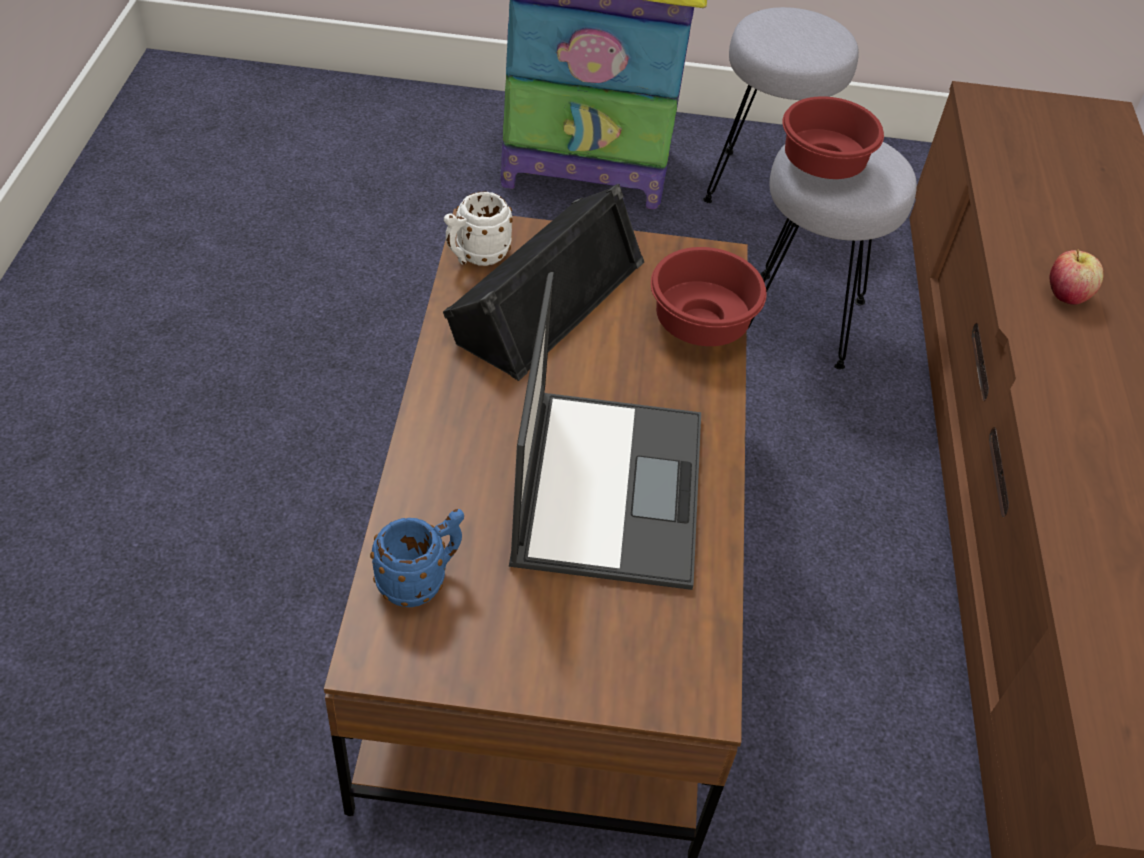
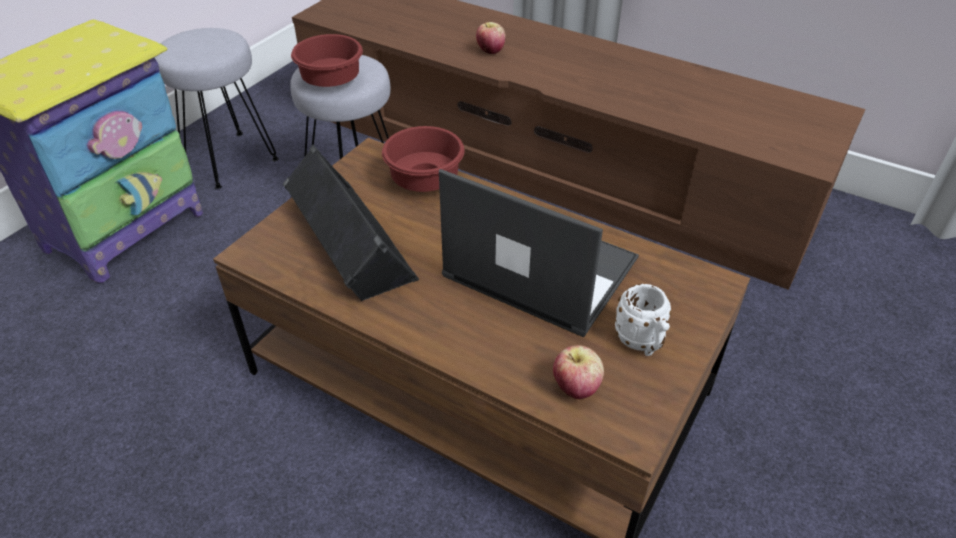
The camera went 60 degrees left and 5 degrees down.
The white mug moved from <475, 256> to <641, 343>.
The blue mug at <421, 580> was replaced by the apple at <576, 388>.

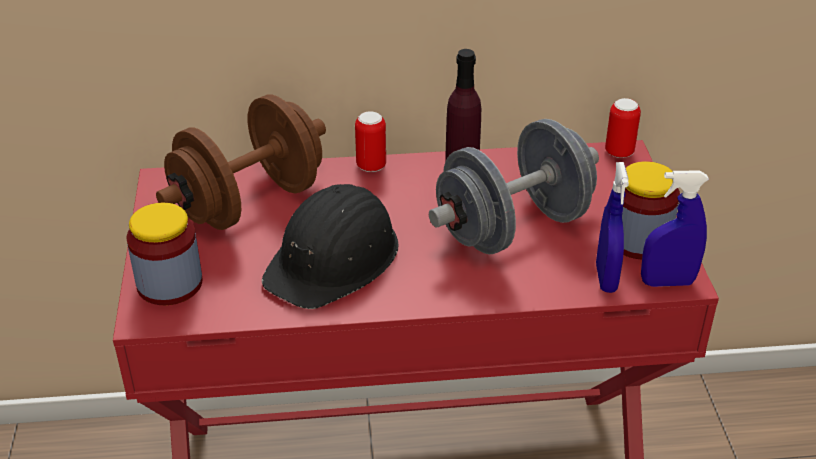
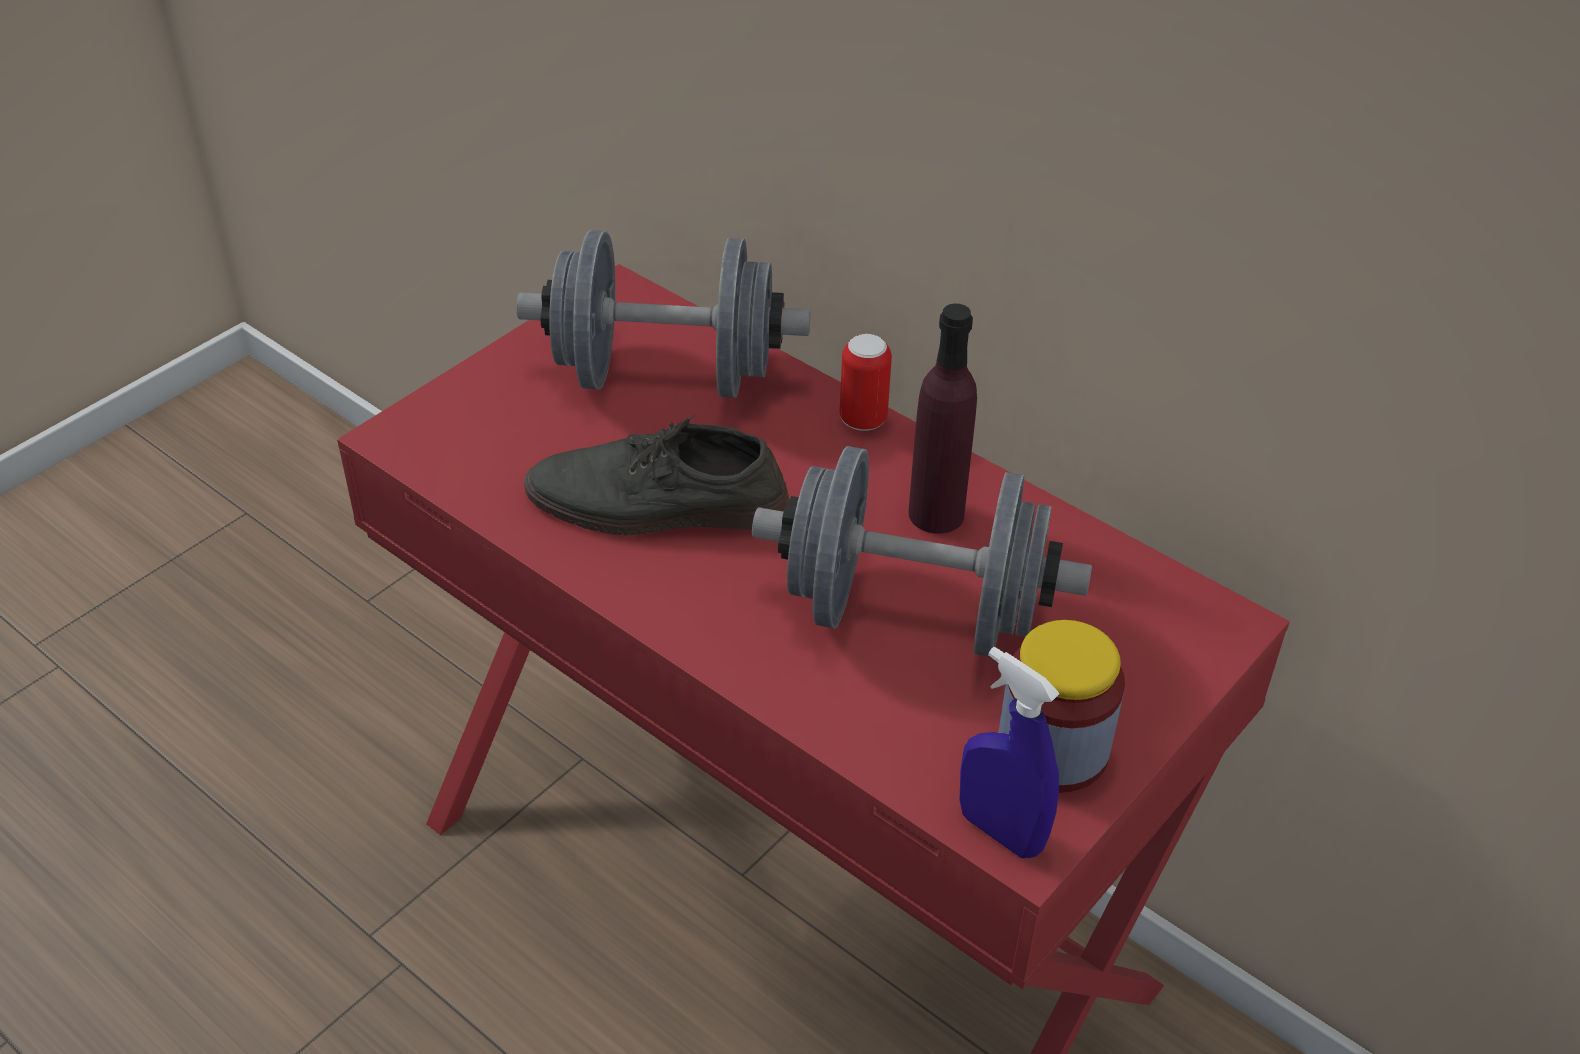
The camera went 45 degrees right and 5 degrees up.
The brown dumbbell at <249, 203> became the grey dumbbell at <666, 376>.
The can at <619, 152> disappeared.
The blue spray bottle at <606, 278> disappeared.
The black hard hat at <334, 259> was replaced by the grey shoe at <656, 504>.
The jar at <170, 284> disappeared.

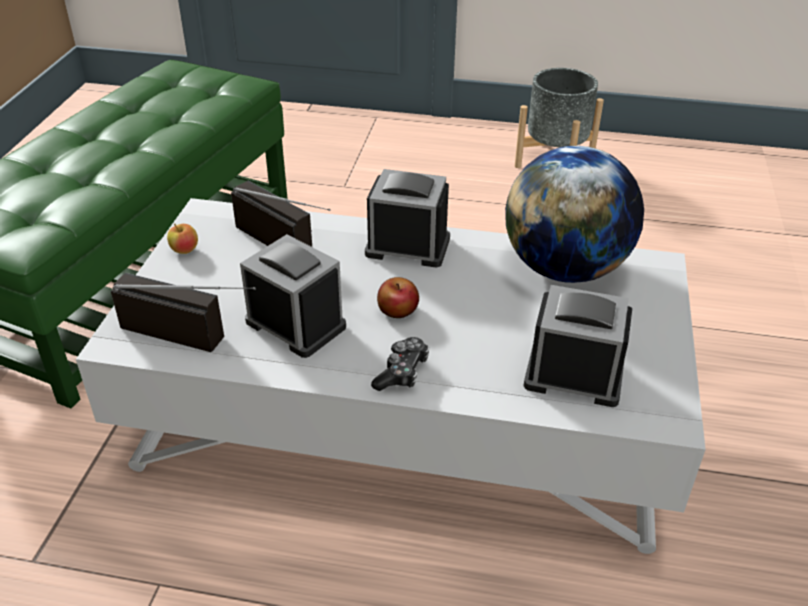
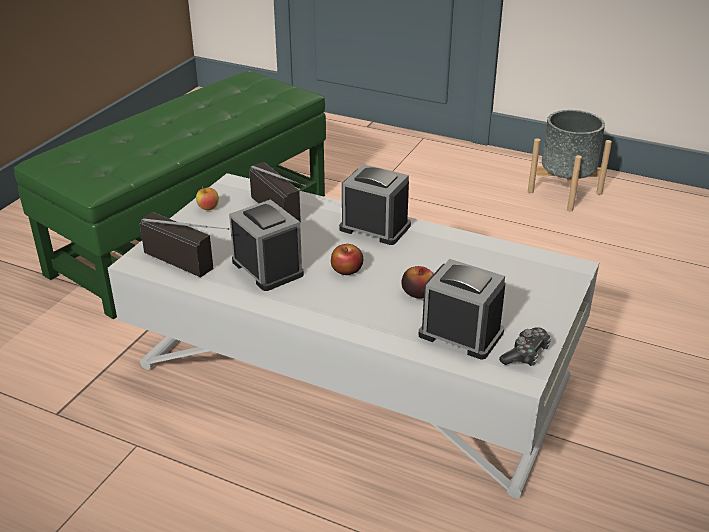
The camera went 15 degrees right and 5 degrees down.
The globe at <565, 269> disappeared.
The game controller moved from <402, 372> to <525, 354>.
The apple at <418, 292> appeared.

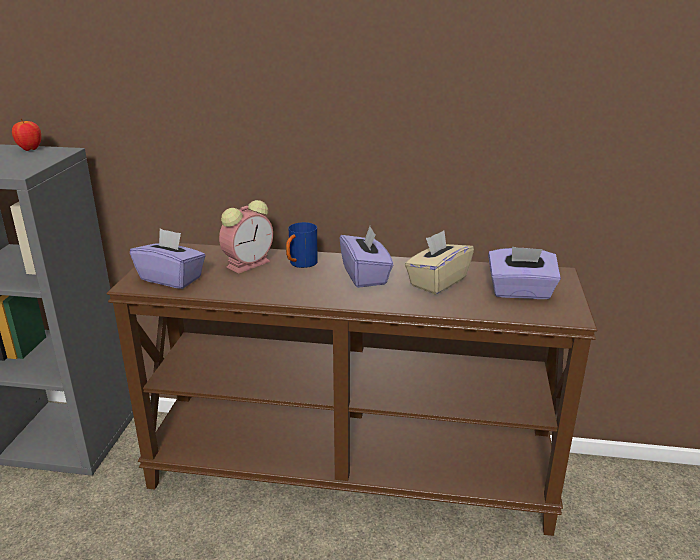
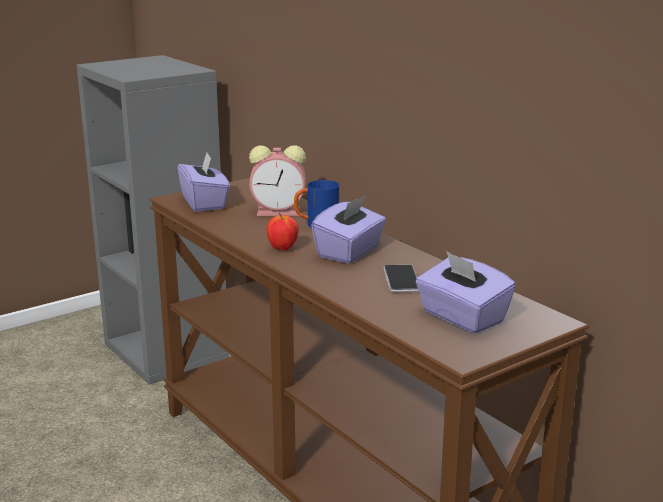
The camera went 45 degrees right and 5 degrees down.
The apple moved from <30, 149> to <282, 248>.
The beige tissue box at <437, 282> was replaced by the phone at <401, 279>.

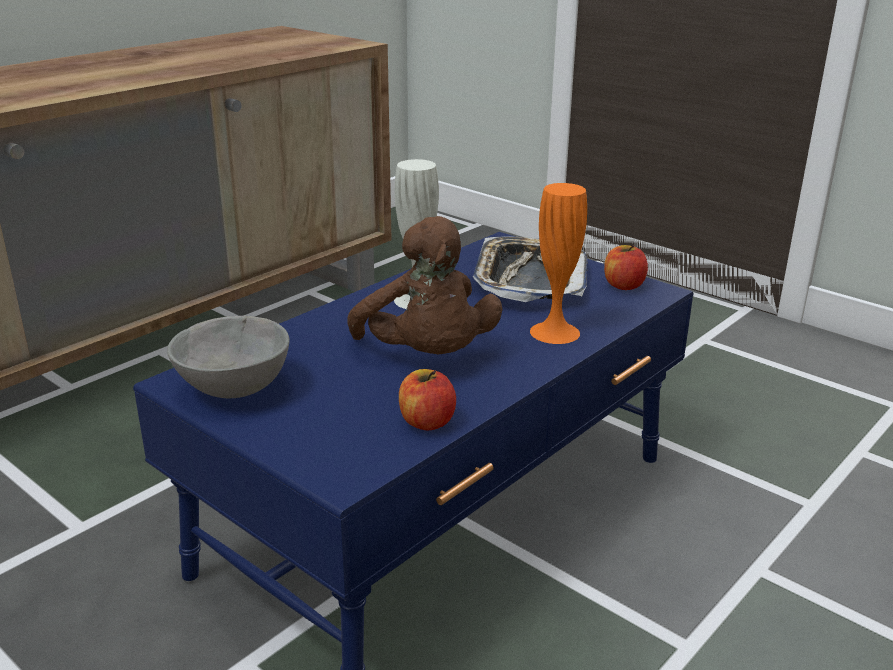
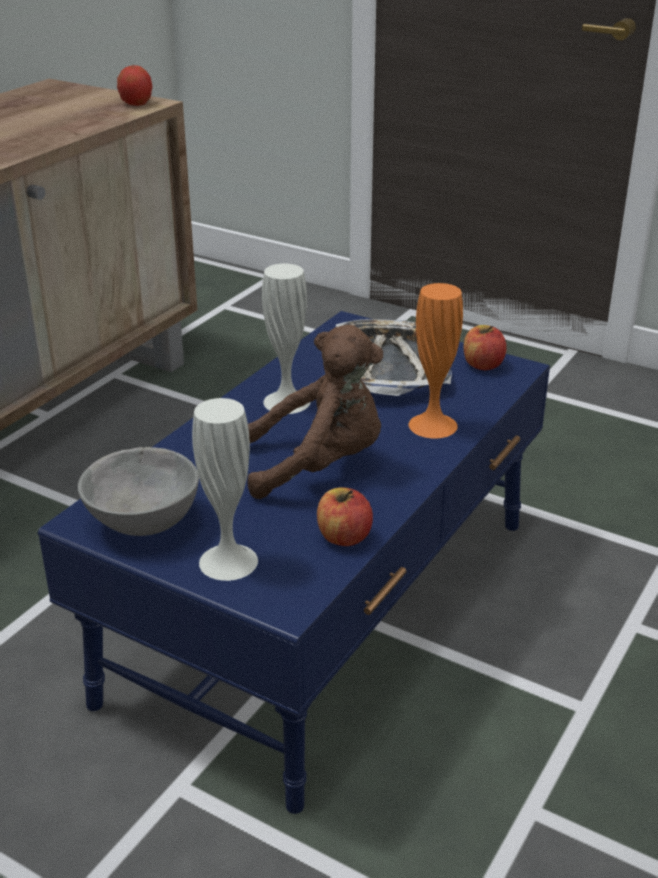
The camera went 10 degrees left and 5 degrees up.
The brown plush toy at <427, 356> turned 60 degrees counterclockwise.
The apple at <136, 104> appeared.
The white vase at <228, 561> appeared.

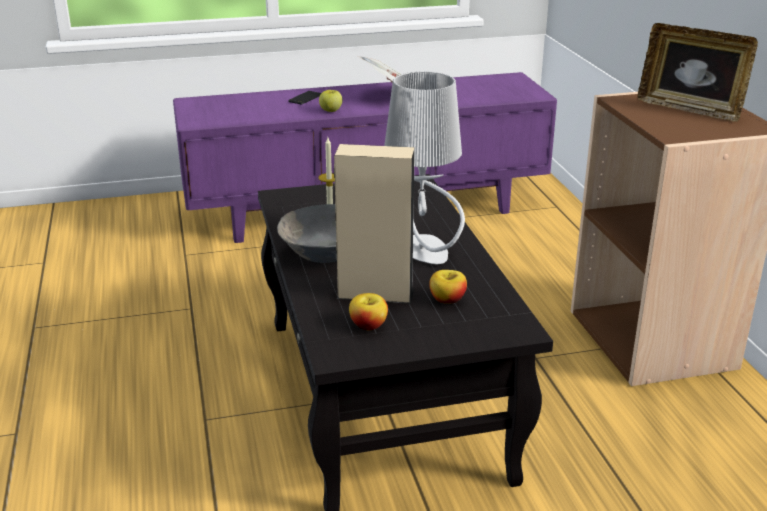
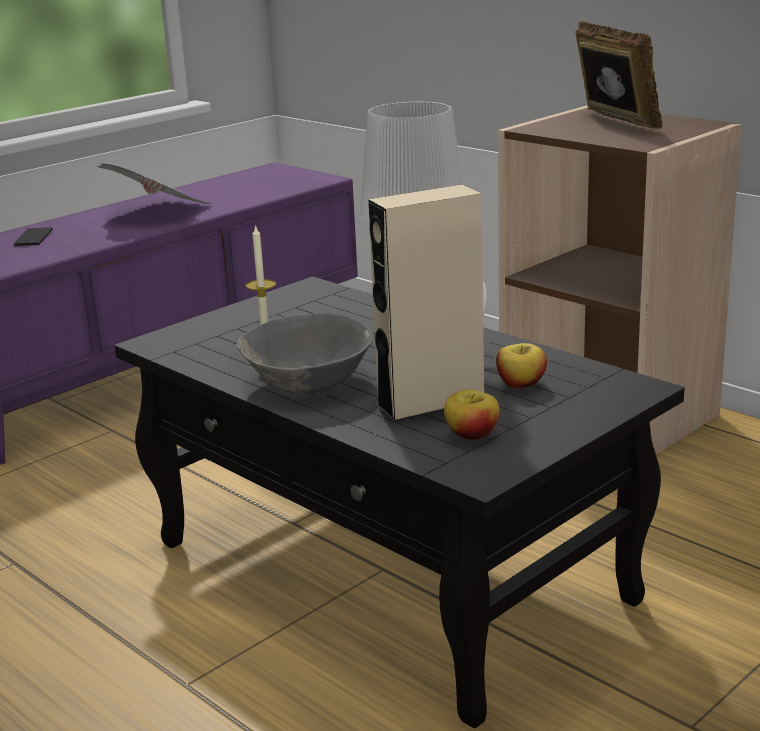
The camera went 30 degrees left and 5 degrees down.
The picture frame at <690, 109> turned 120 degrees counterclockwise.
The apple at <331, 111> disappeared.

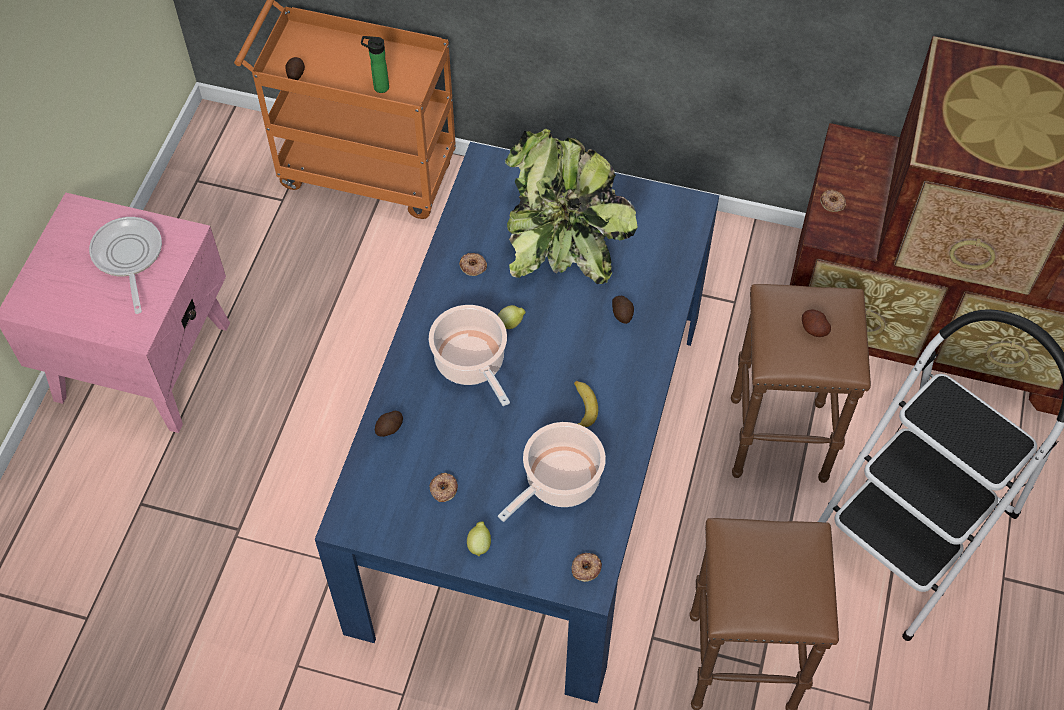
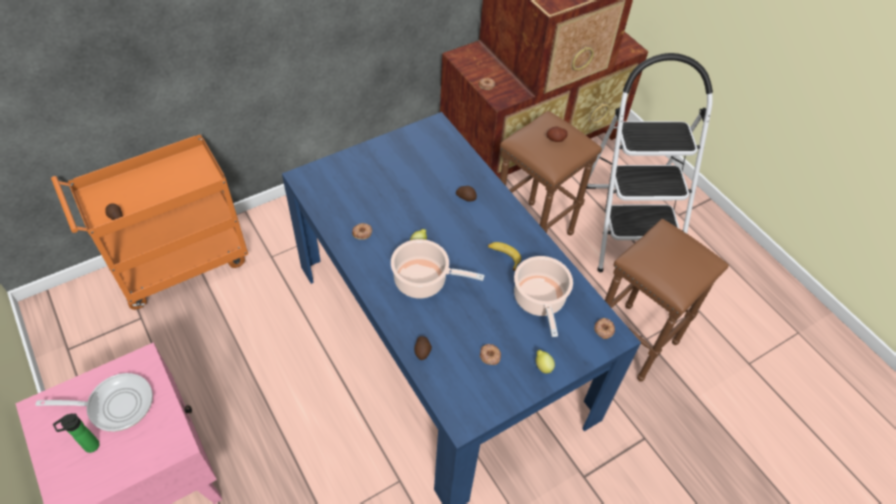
The camera went 50 degrees left and 5 degrees down.
The bottle moved from <378, 87> to <89, 447>.
The potted plant at <560, 241> disappeared.
The frying pan at <128, 257> turned 150 degrees clockwise.

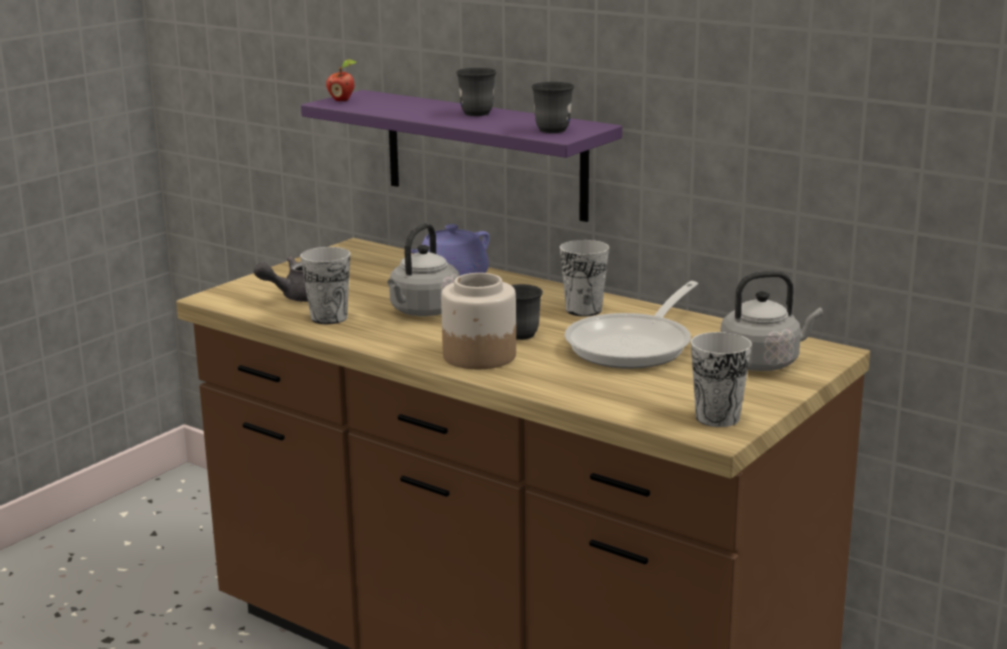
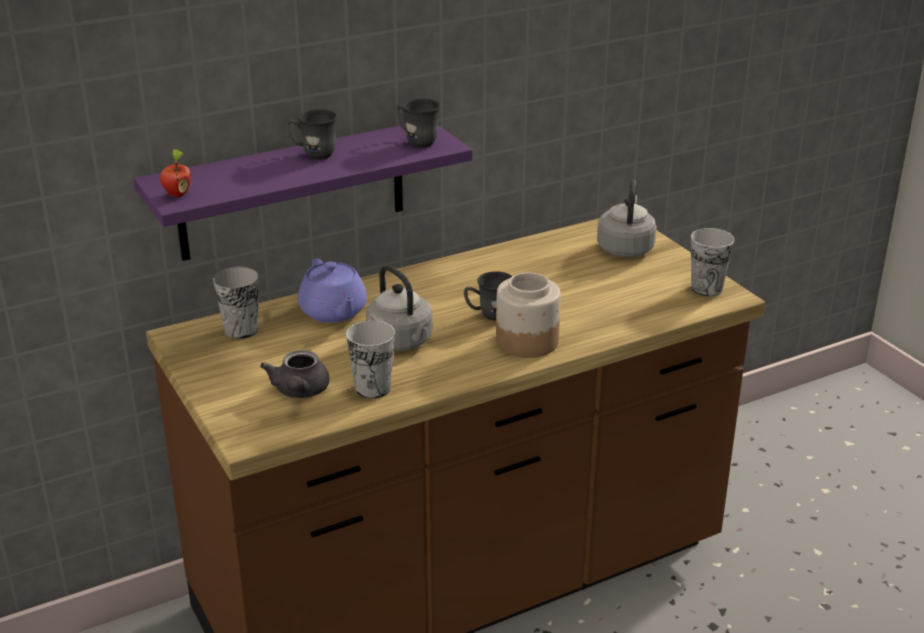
The camera went 65 degrees left and 10 degrees up.
The cup moved from <583, 310> to <241, 330>.
The frying pan at <635, 345> disappeared.

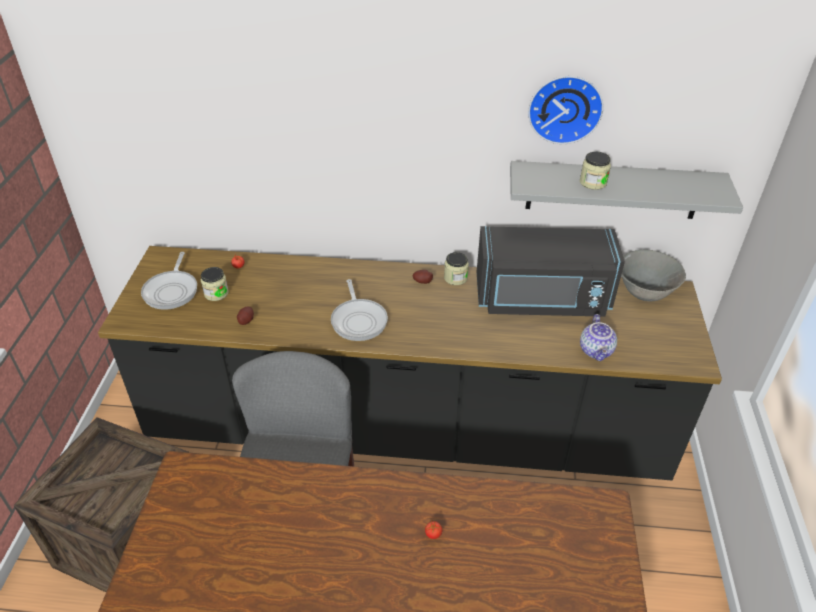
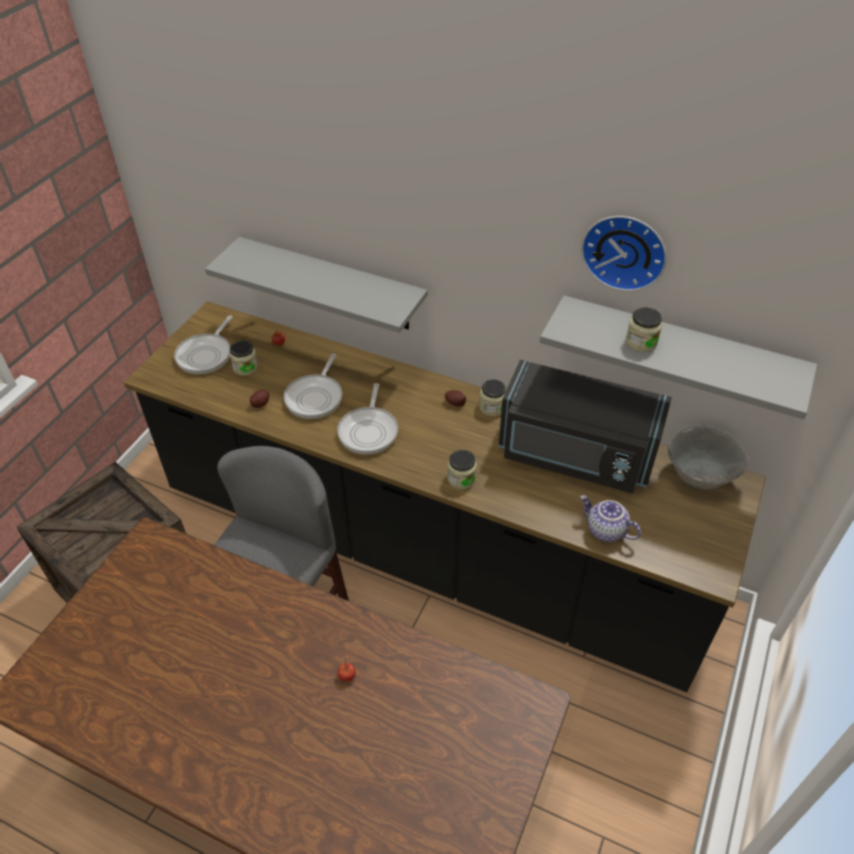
The camera went 20 degrees right and 5 degrees up.
The teapot at <597, 351> turned 105 degrees clockwise.
The grey shelf at <332, 284> appeared.
The frying pan at <315, 397> appeared.
The jar at <461, 479> appeared.

